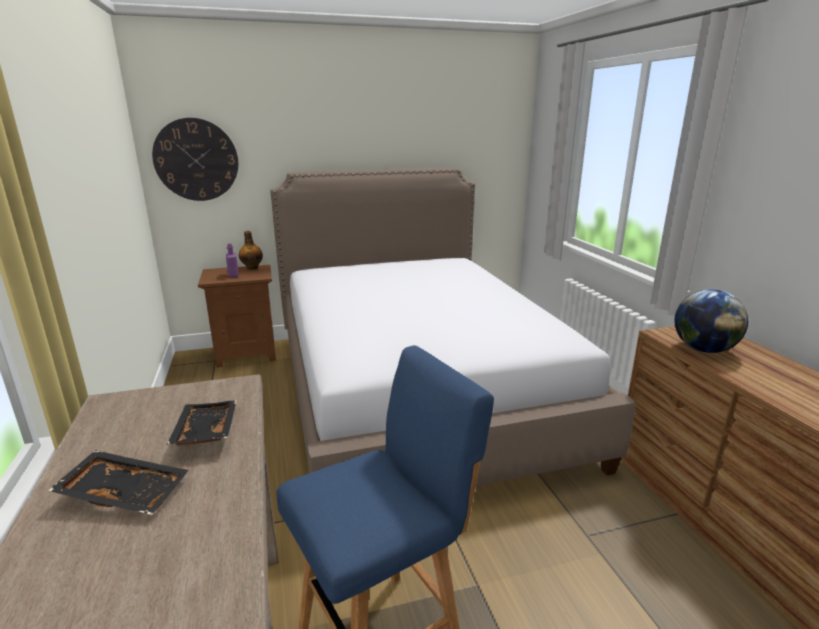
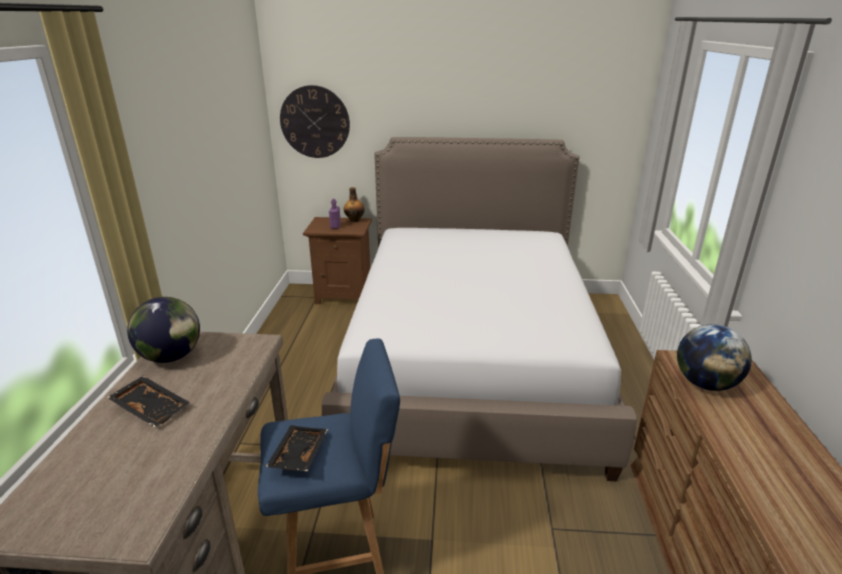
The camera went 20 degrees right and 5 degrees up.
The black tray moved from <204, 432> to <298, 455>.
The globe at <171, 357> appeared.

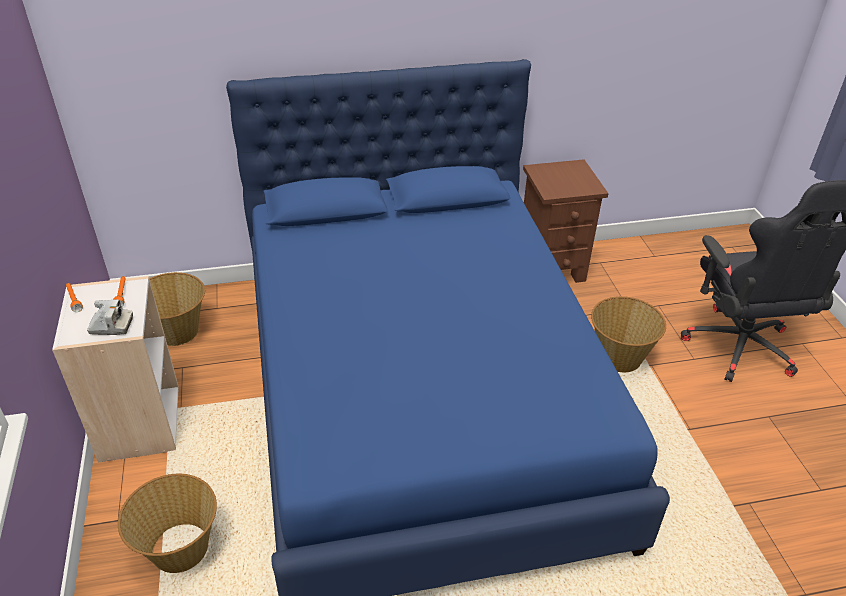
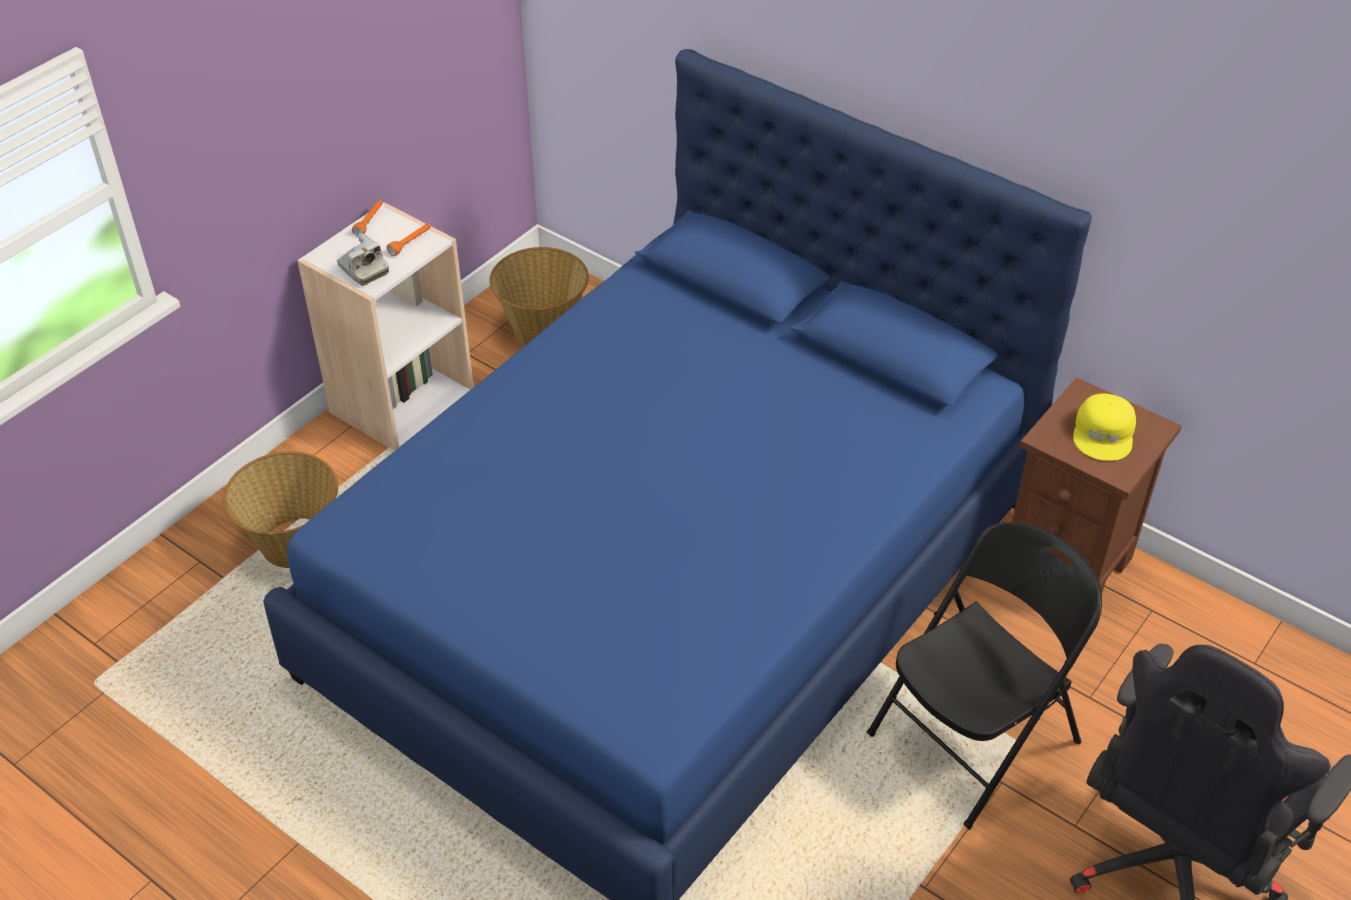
The camera went 50 degrees right and 5 degrees up.
The basket at <619, 357> was replaced by the black chair at <974, 738>.
The yellow cap at <1104, 433> appeared.

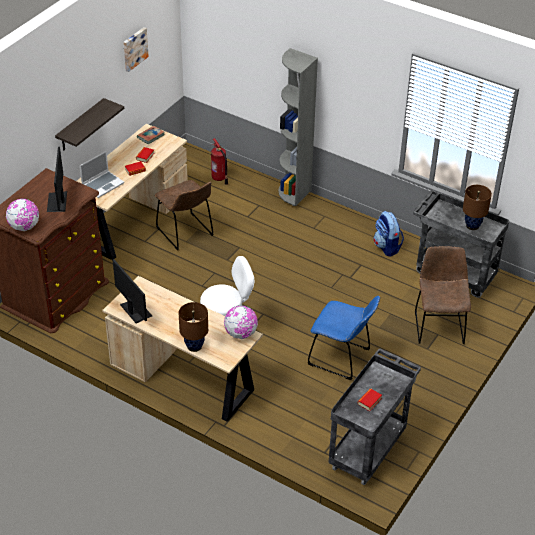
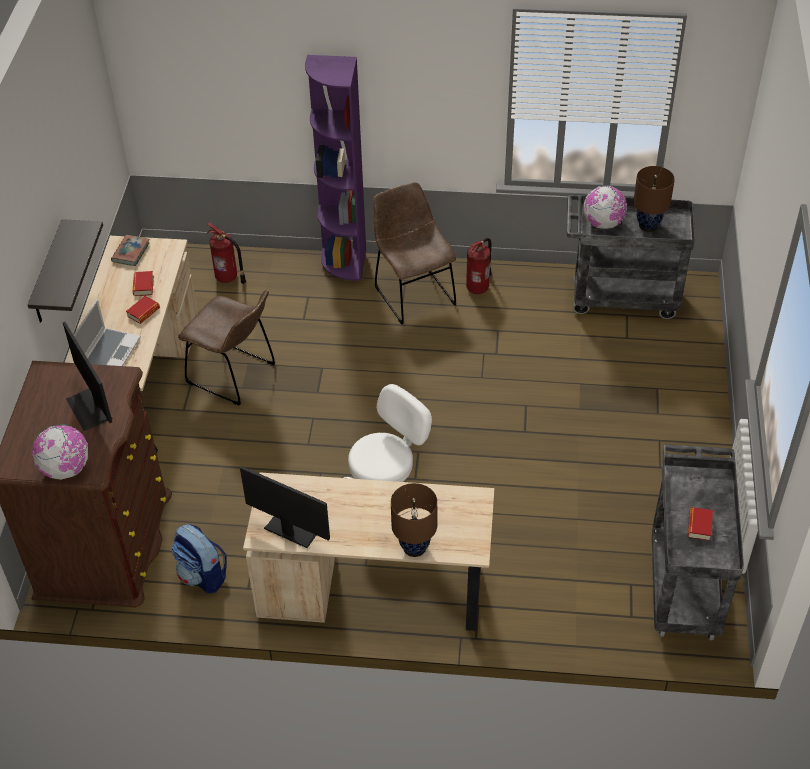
The camera went 25 degrees left and 5 degrees up.
The picture at <134, 48> disappeared.
The grey bookcase at <292, 196> became the purple bookcase at <344, 267>.
The backpack moved from <387, 247> to <203, 575>.
The brown chair moved from <438, 325> to <413, 293>.
The blue chair at <342, 358> disappeared.
The globe moved from <241, 334> to <603, 223>.
The fire extinguisher at <478, 287> appeared.

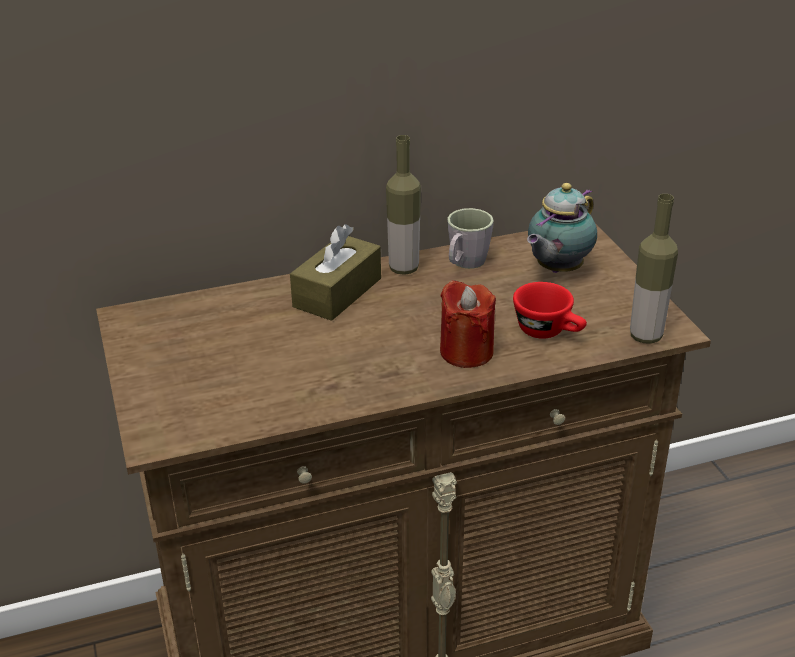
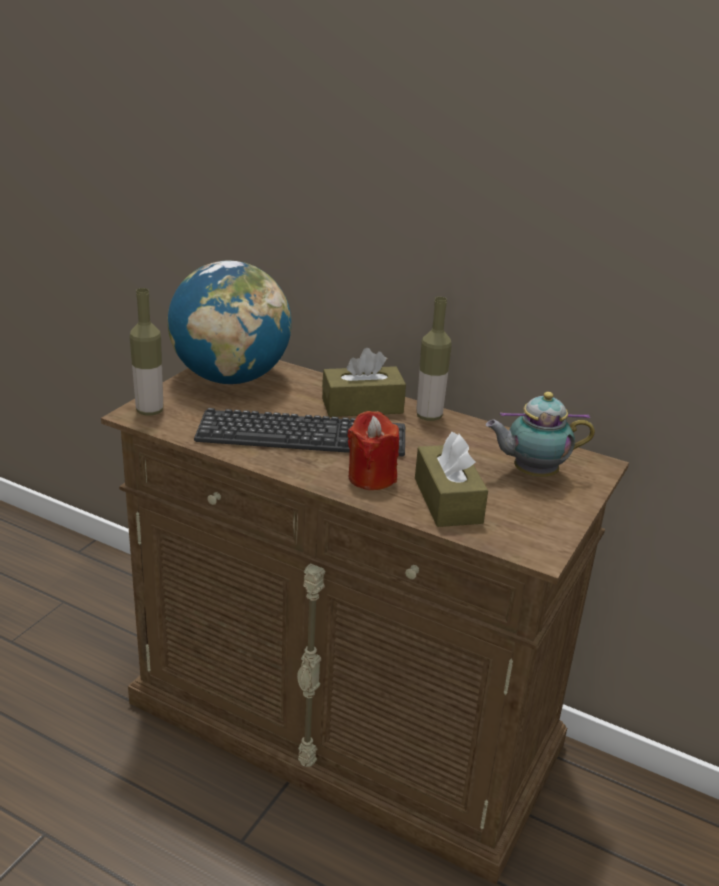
The camera went 45 degrees right and 5 degrees down.
The bottle moved from <645, 336> to <150, 411>.
The grey mug at <465, 264> disappeared.
The red cup at <549, 332> was replaced by the brown tissue box at <448, 500>.
The globe at <231, 378> appeared.
The keyboard at <302, 435> appeared.

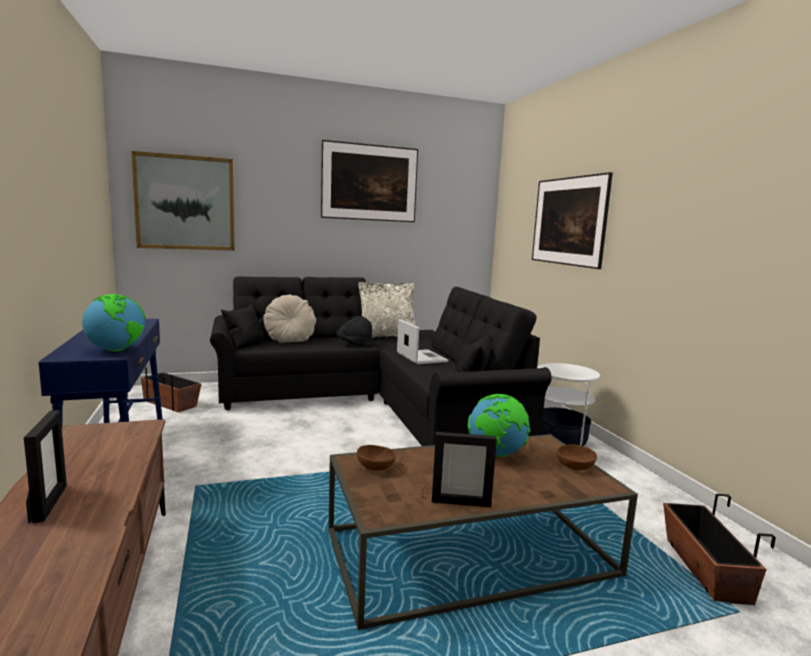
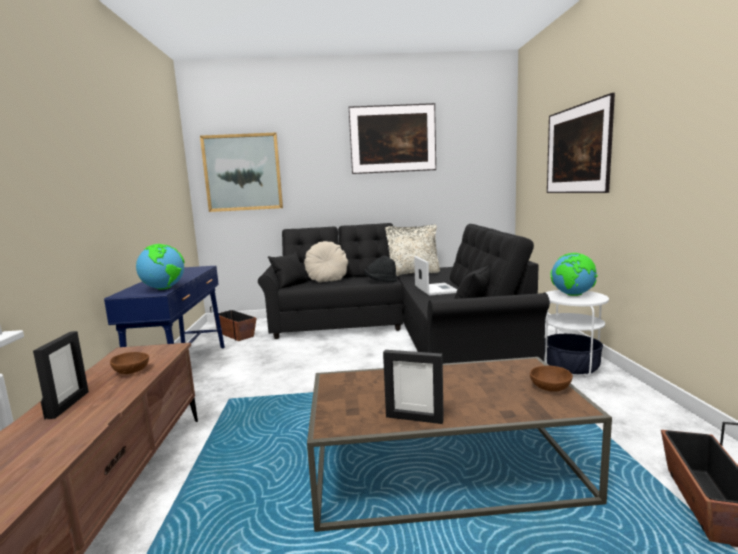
The camera went 15 degrees right and 0 degrees up.
The globe moved from <496, 454> to <572, 295>.
The brown bowl moved from <375, 467> to <132, 371>.

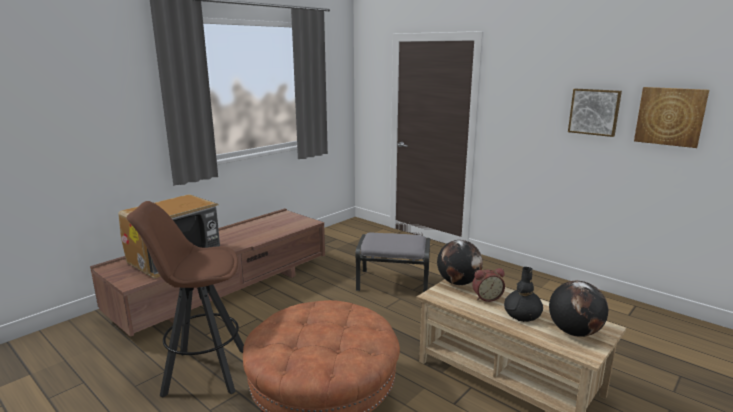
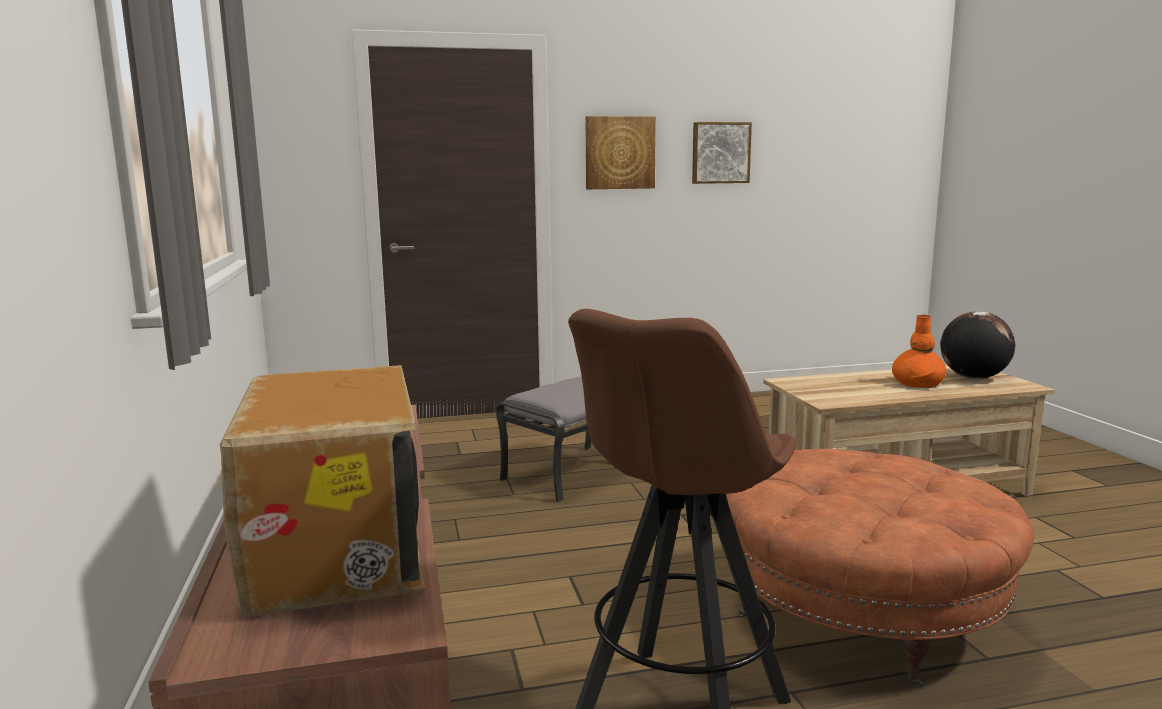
The camera went 55 degrees left and 5 degrees down.
The picture moved from <670, 116> to <619, 153>.
The globe at <458, 282> disappeared.
The black vase at <522, 315> became the orange vase at <918, 383>.
The alarm clock at <486, 297> disappeared.

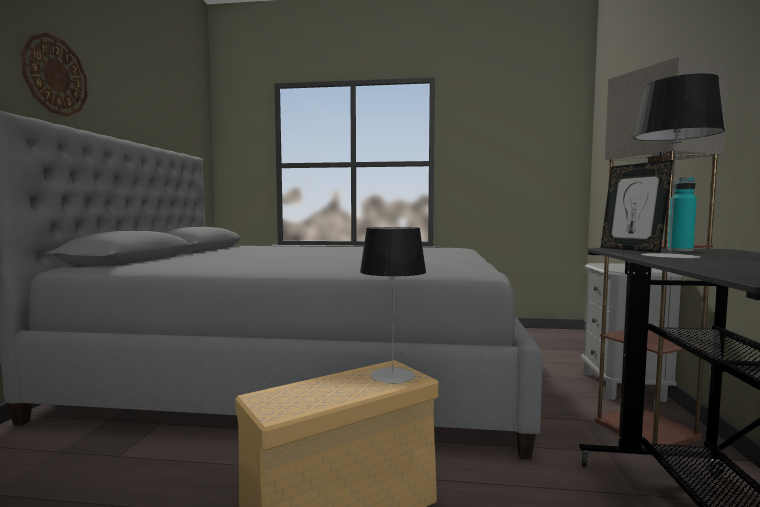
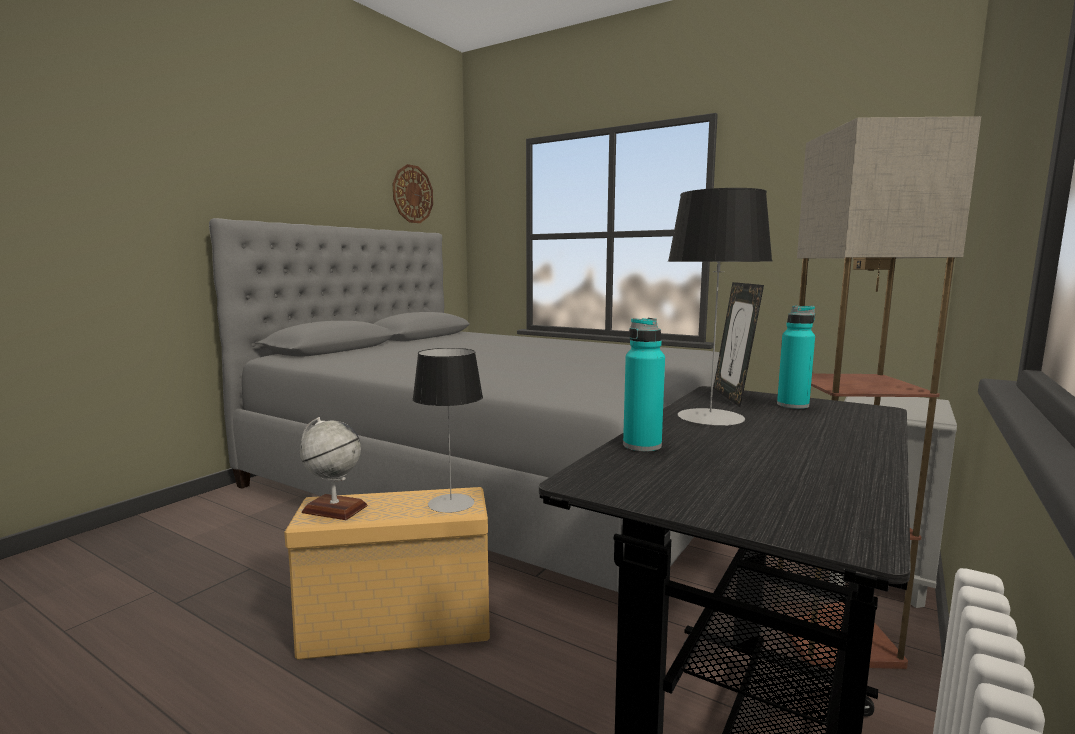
The camera went 25 degrees right and 5 degrees up.
The wall clock moved from <55, 75> to <412, 194>.
The turquoise bottle at <642, 445> appeared.
The globe at <334, 509> appeared.

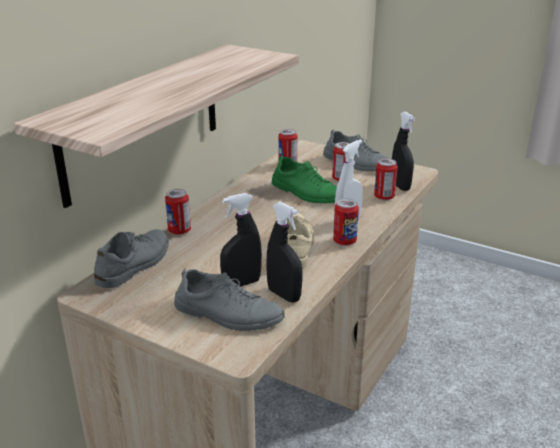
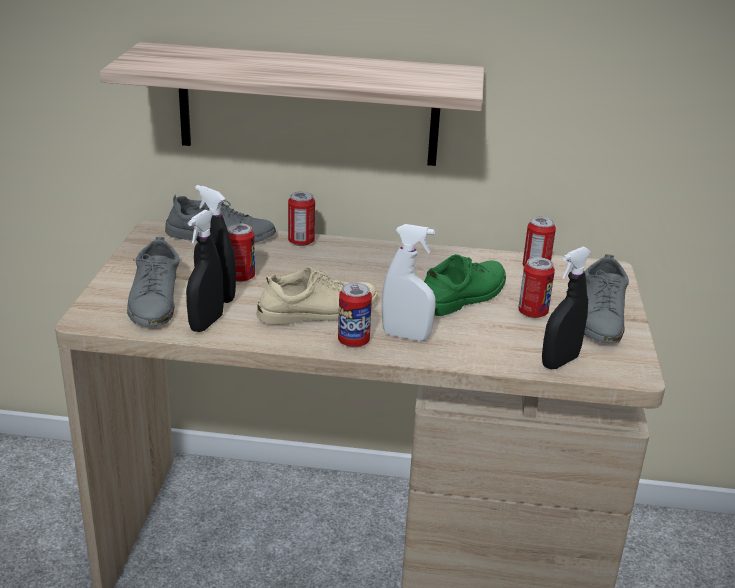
The camera went 65 degrees right and 0 degrees up.
The green shoe at <307, 193> turned 150 degrees counterclockwise.
The can moved from <384, 197> to <240, 277>.

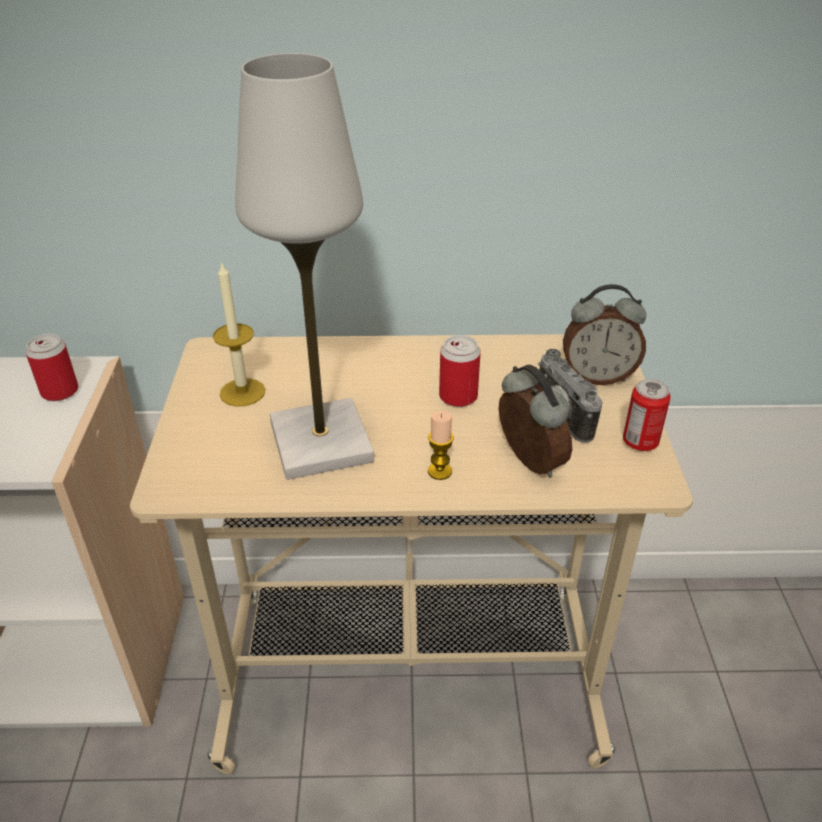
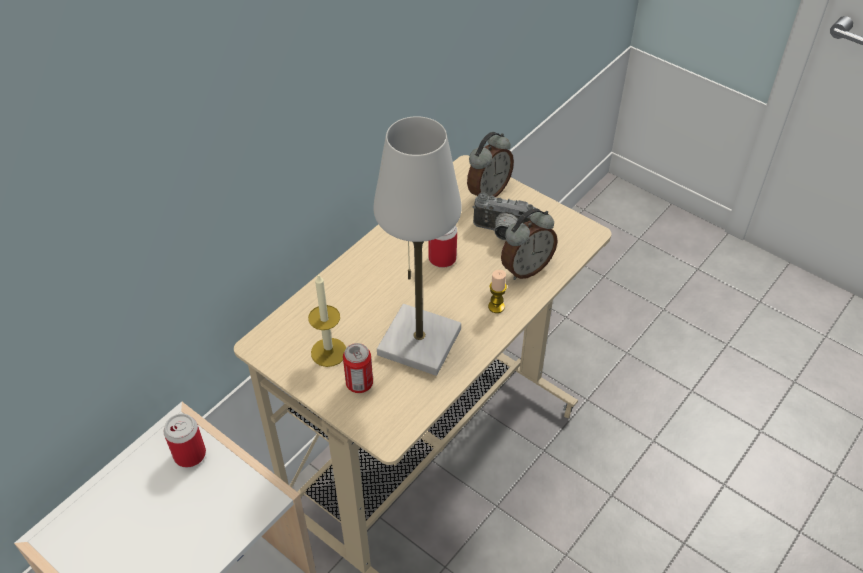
The camera went 50 degrees left and 10 degrees up.
The alarm clock at <527, 463> turned 135 degrees clockwise.
The can moved from <640, 442> to <359, 383>.

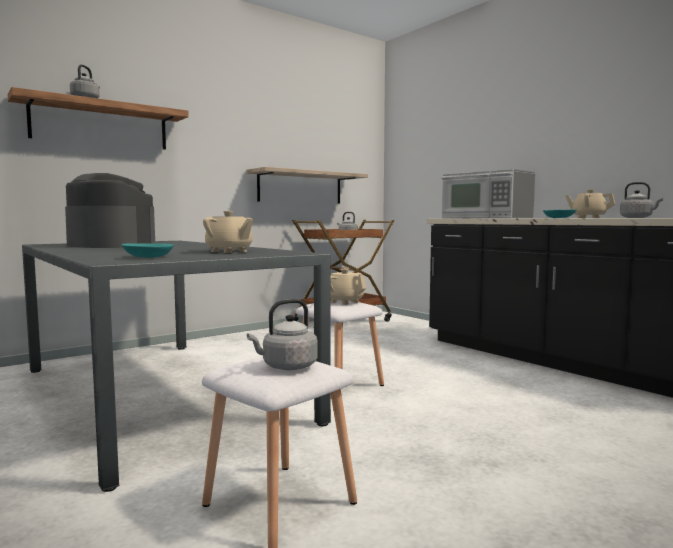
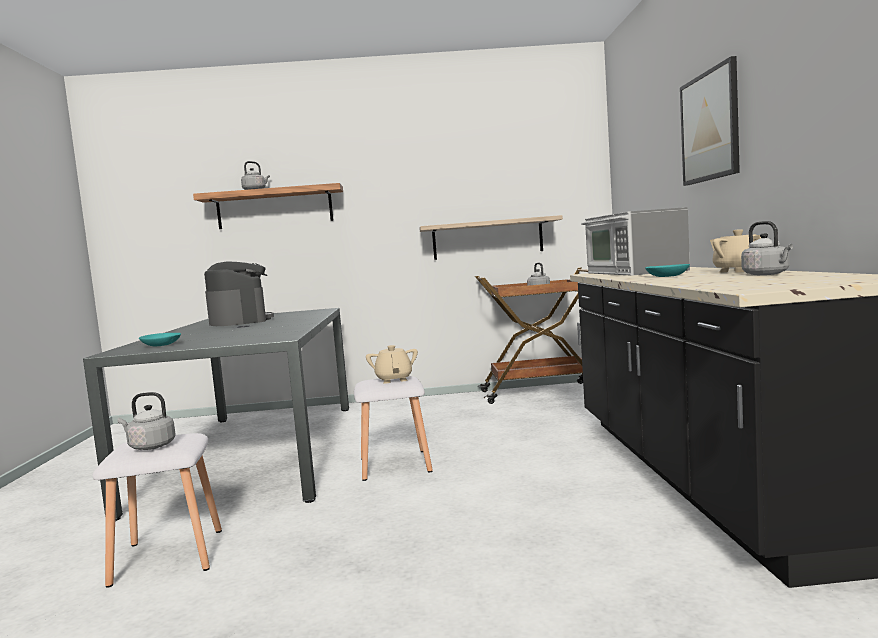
The camera went 35 degrees right and 0 degrees up.
The beige teapot at <229, 251> disappeared.
The picture at <710, 126> appeared.

